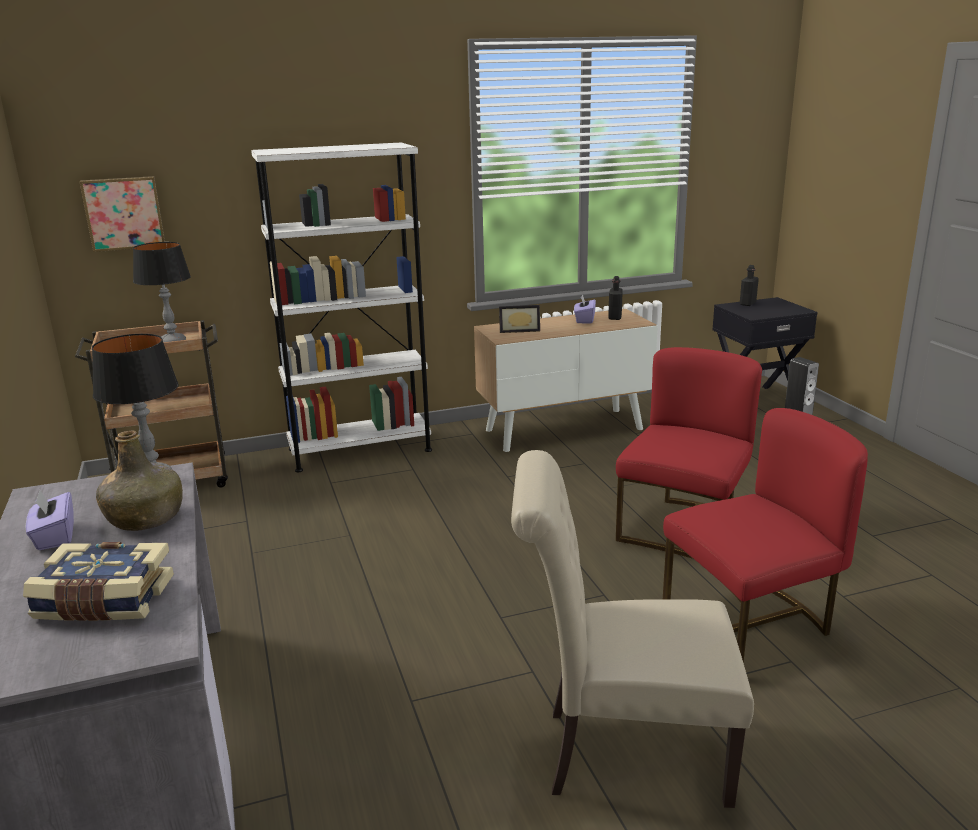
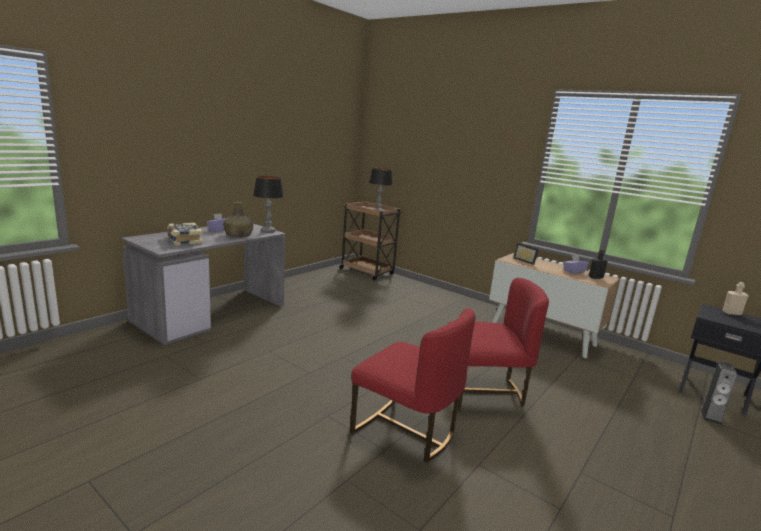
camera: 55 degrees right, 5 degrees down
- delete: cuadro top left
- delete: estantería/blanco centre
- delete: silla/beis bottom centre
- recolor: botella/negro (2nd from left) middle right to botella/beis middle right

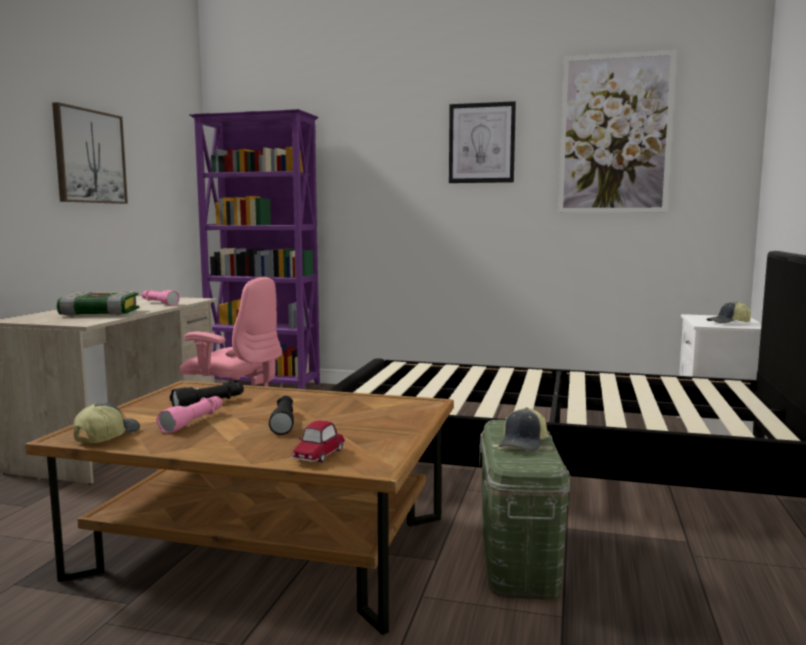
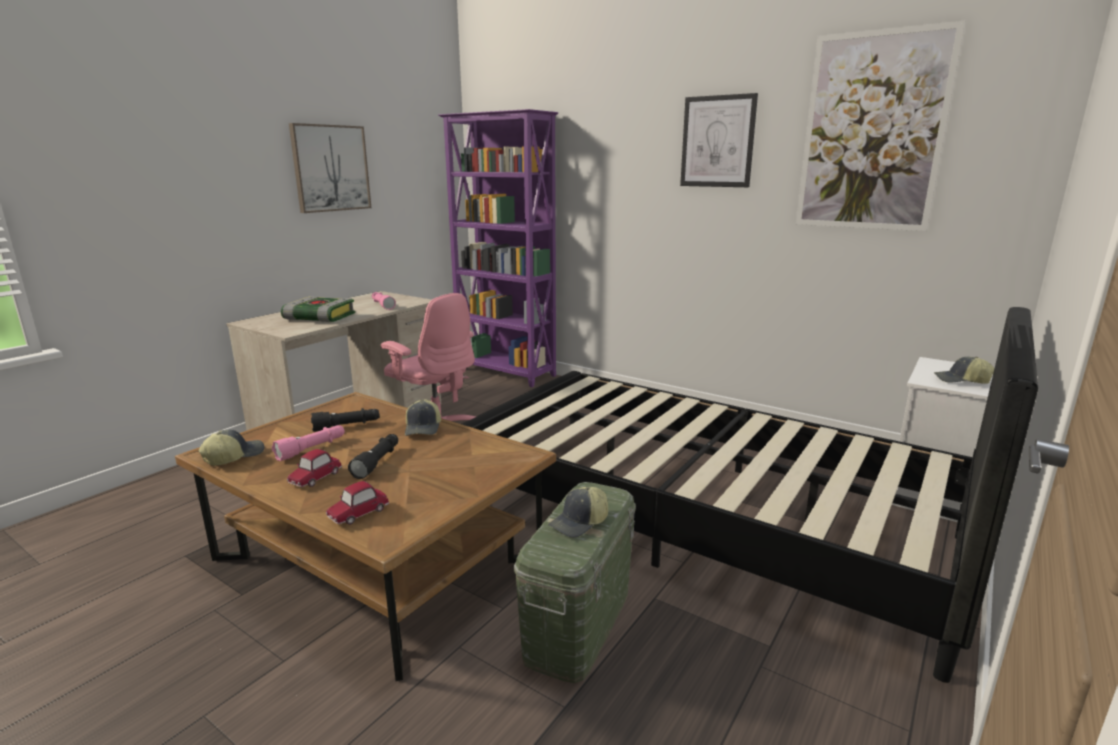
camera: 20 degrees right, 10 degrees up
- insert: coche de juguete (1st from left) middle left
- insert: gorra (2nd from left) centre

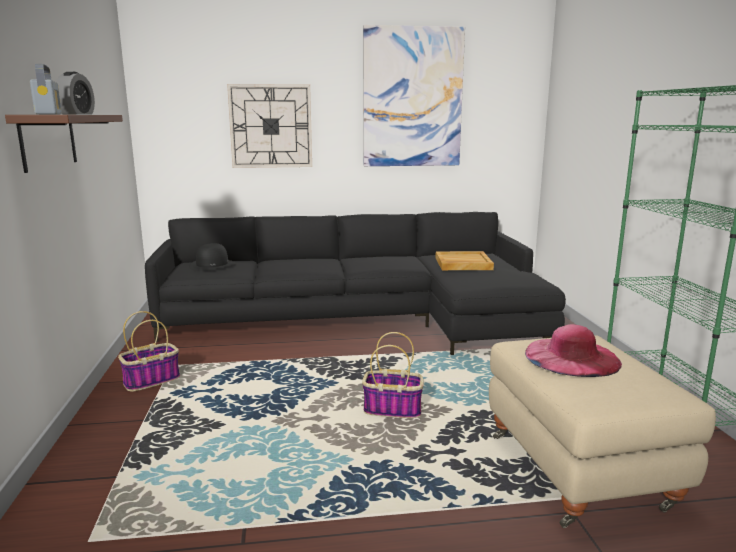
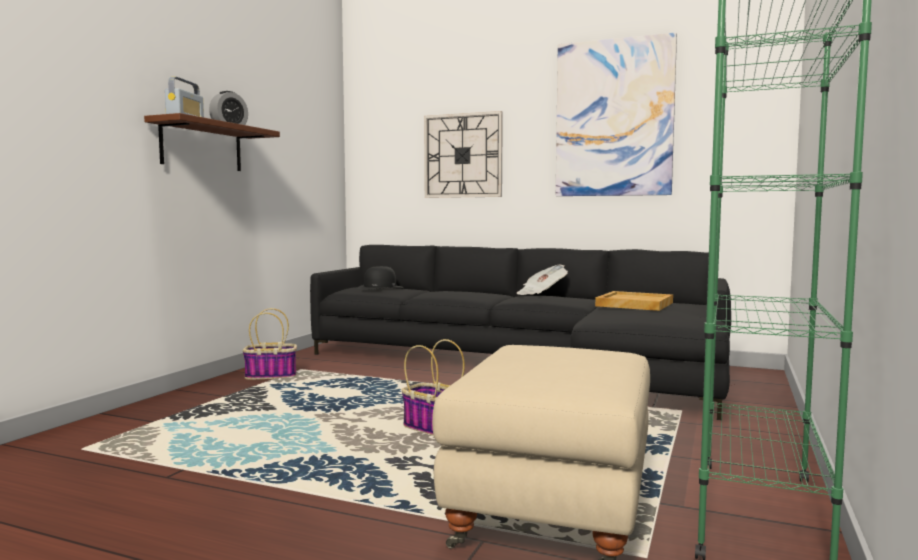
camera: 30 degrees right, 10 degrees down
- delete: sombrero/rosa middle right
- insert: periódico centre

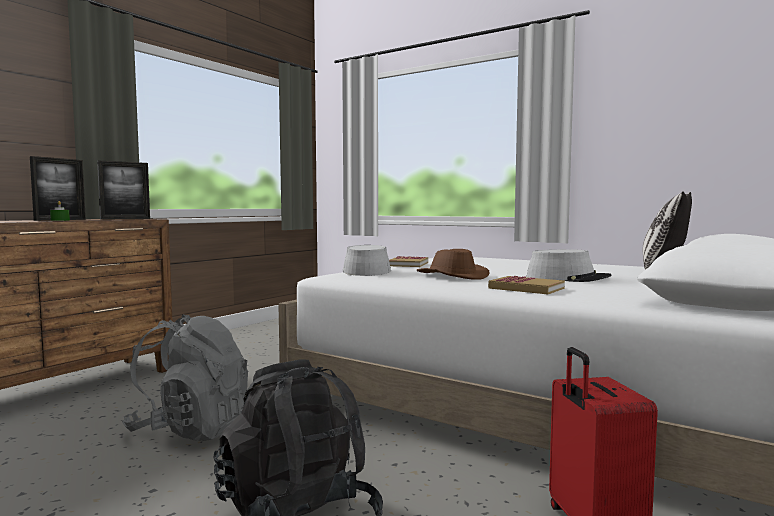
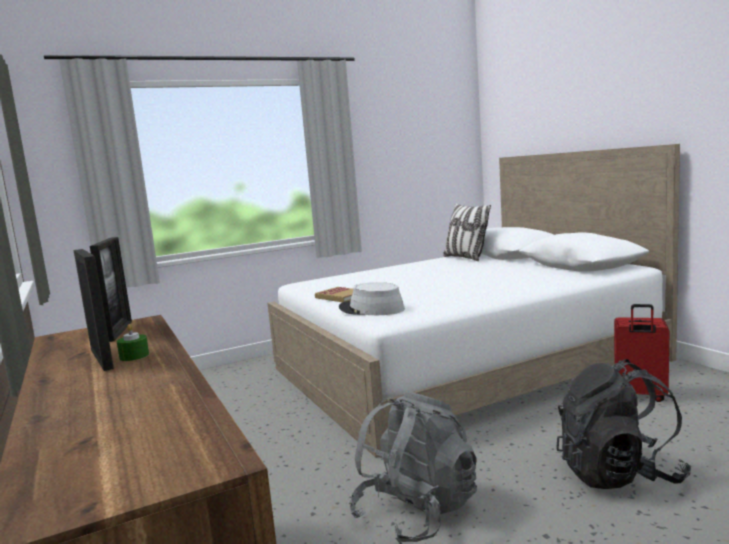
camera: 60 degrees left, 5 degrees up
- delete: sombrero/marrón centre
- delete: libro (2nd from left) middle right
- delete: sombrero/gris (2nd from left) middle right

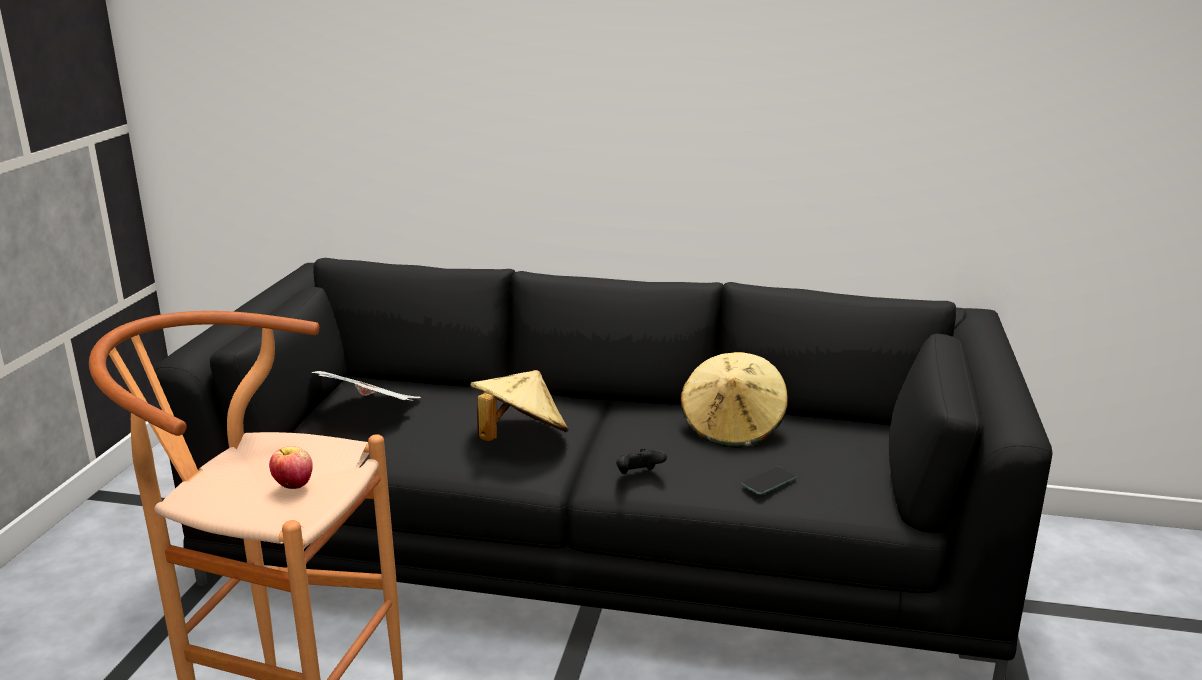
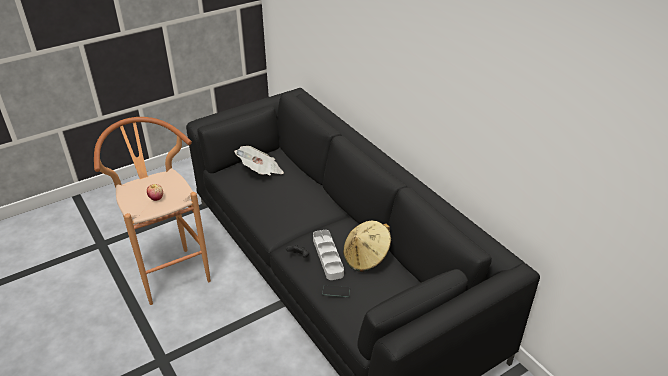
camera: 45 degrees right, 15 degrees up
- delete: sombrero/beis (1st from left) centre
- insert: bandeja/gris bottom centre

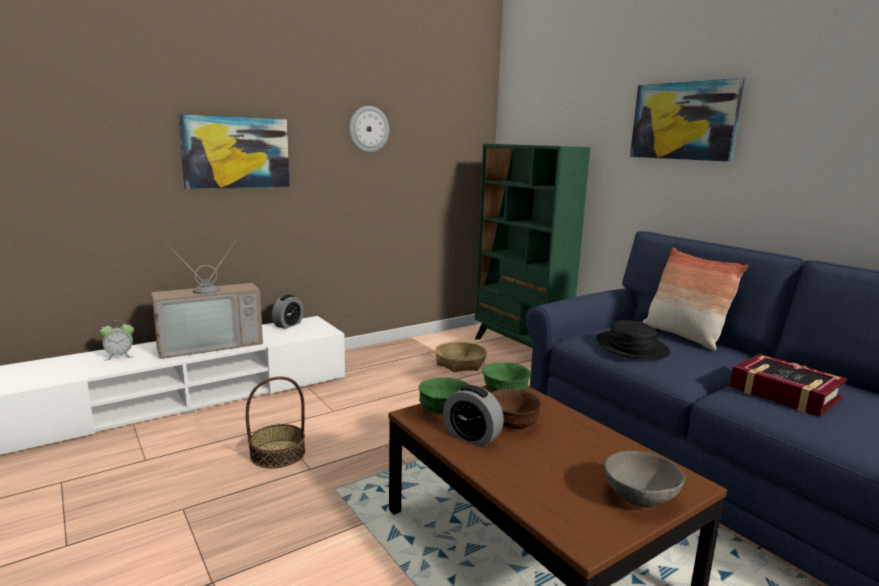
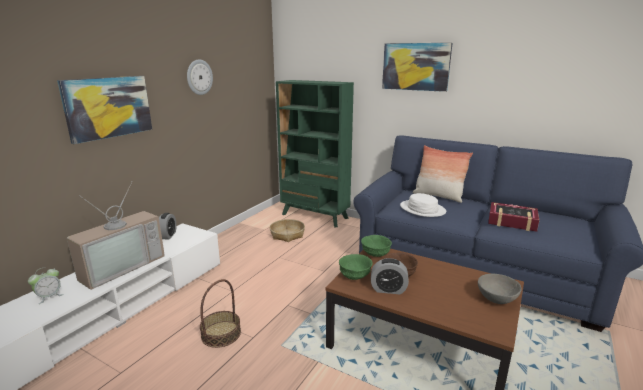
camera: 25 degrees left, 5 degrees up
- recolor: sombrero/negro middle right to sombrero/blanco centre

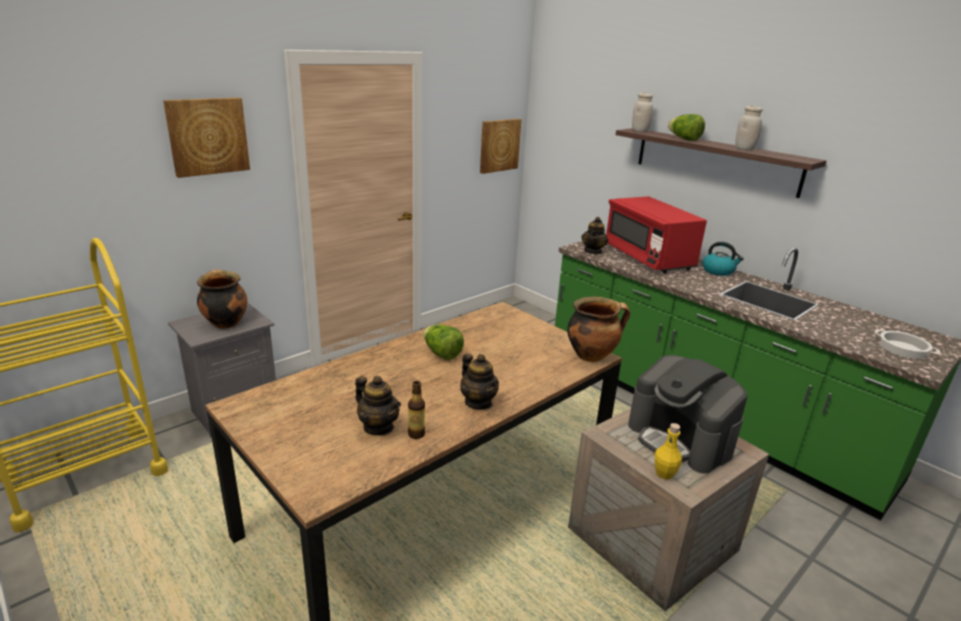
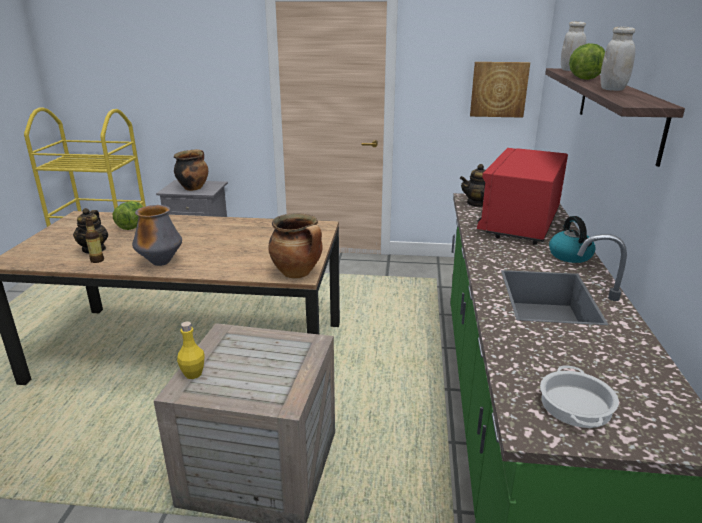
camera: 50 degrees right, 0 degrees up
- delete: cuadro (1st from left) top left
- move: lechuga (1st from left) centre to middle left
- replace: tetera (2nd from left) centre to florero middle left
- delete: cafetera bottom right

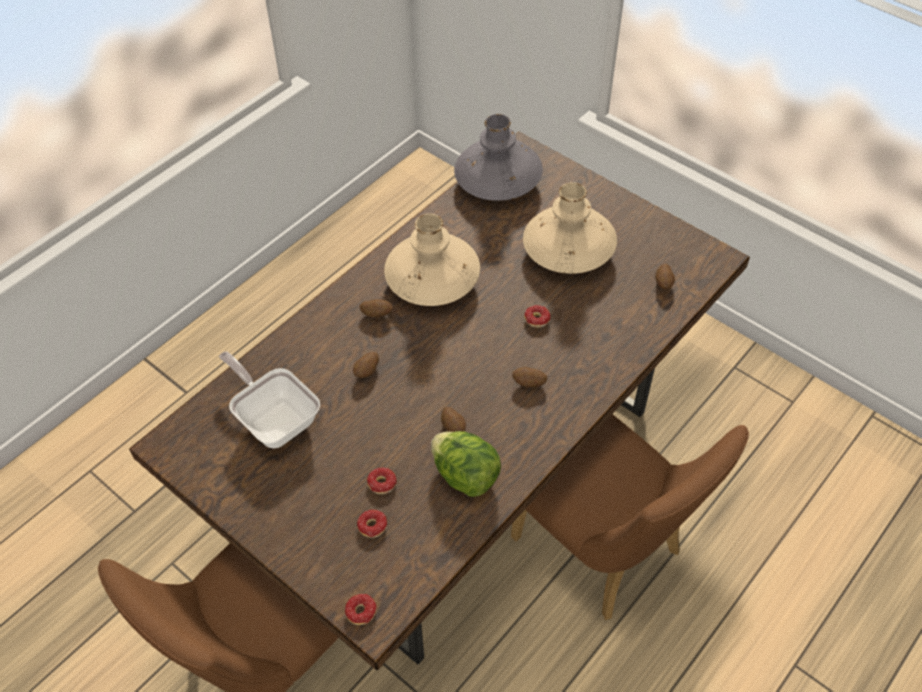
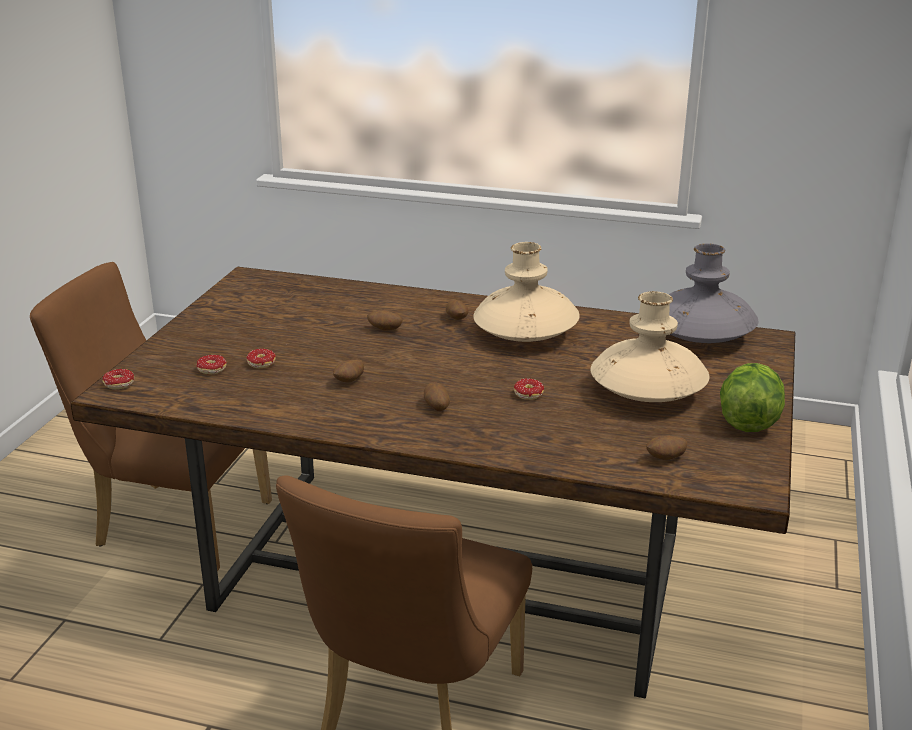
camera: 65 degrees right, 25 degrees down
- delete: sartén middle left
- move: lechuga bottom centre to middle right

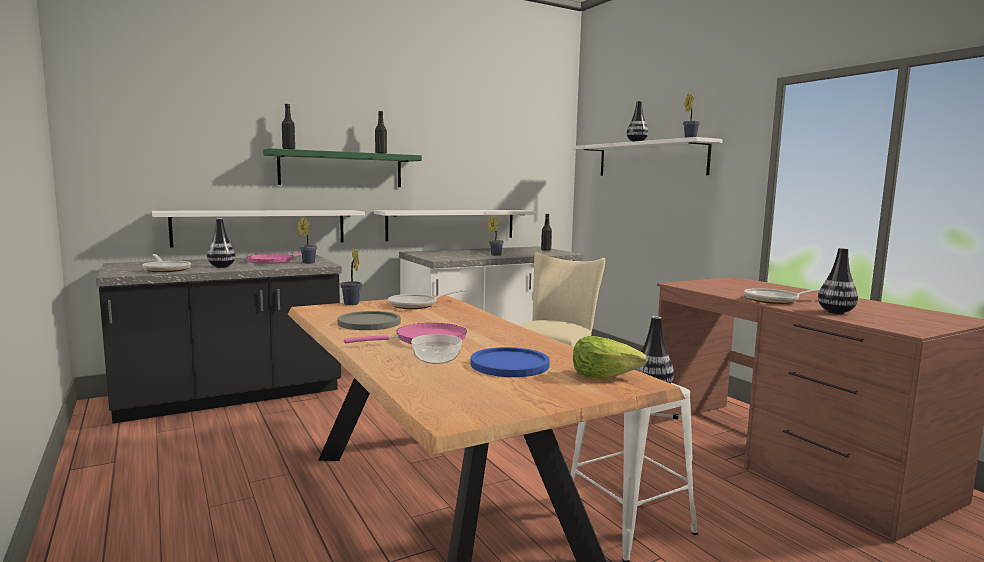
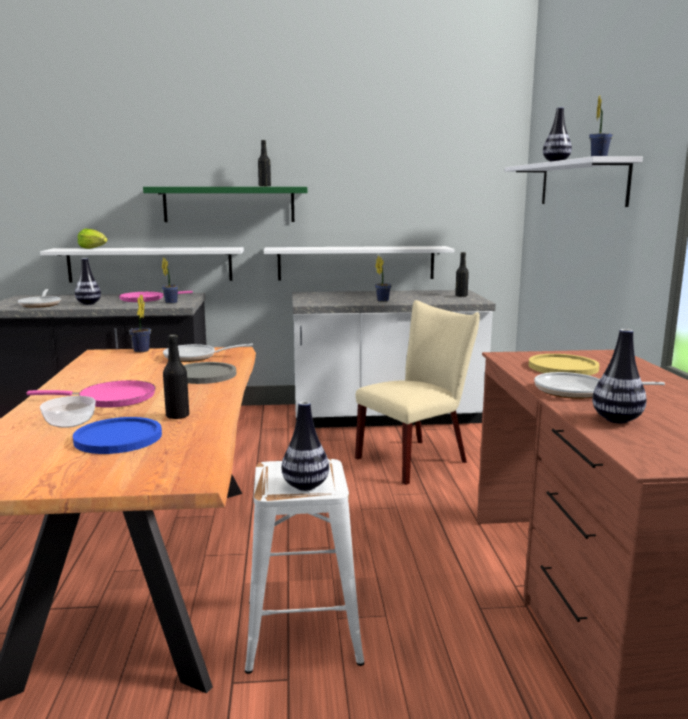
camera: 25 degrees right, 5 degrees up
- move: botella/negro (1st from left) top left to middle left
- move: plato/gris centre to middle left
- move: lechuga centre to top left
- insert: plato/amarillo middle right

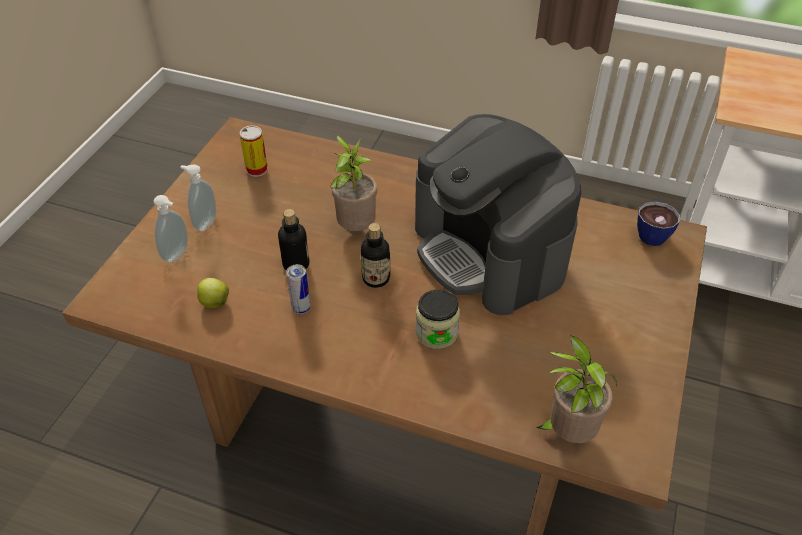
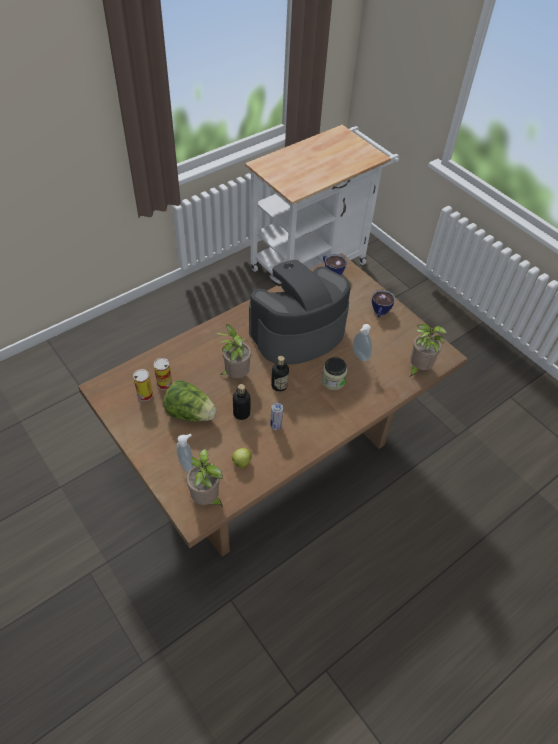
camera: 60 degrees left, 5 degrees up
- move: dispensador de jabón (2nd from left) middle left to centre
- rotate: cafetera centre = centre 150 degrees clockwise
- insert: lata (2nd from left) middle left
- insert: lechuga centre
- insert: planta en maceta (1st from left) centre
- insert: taza (2nd from left) middle right

